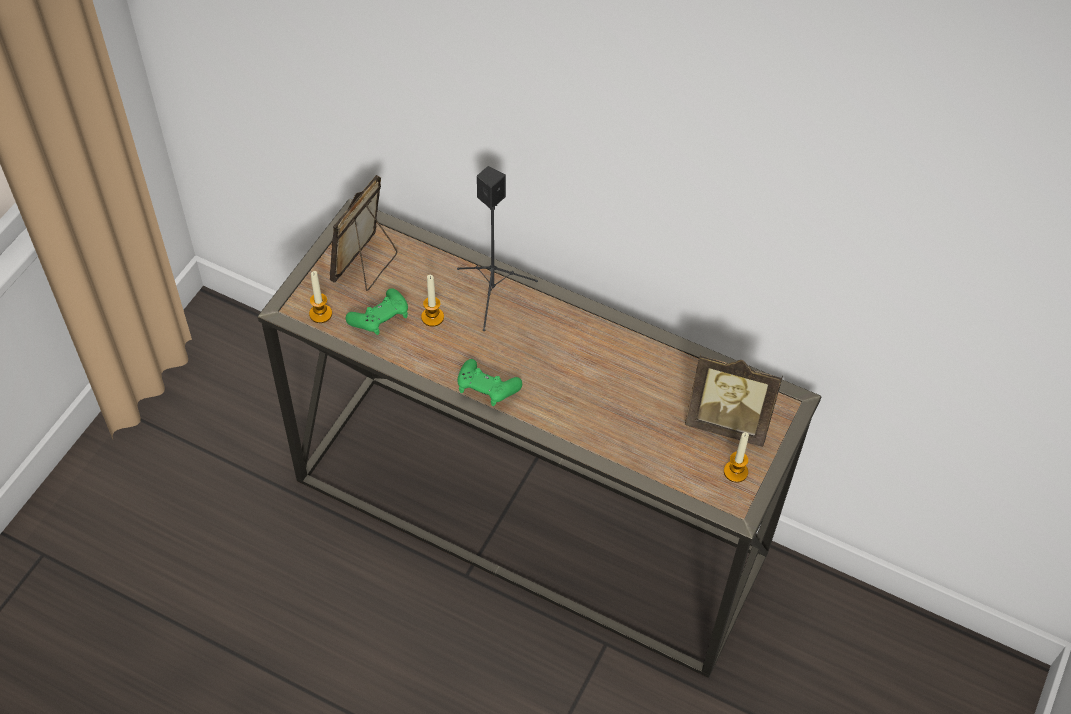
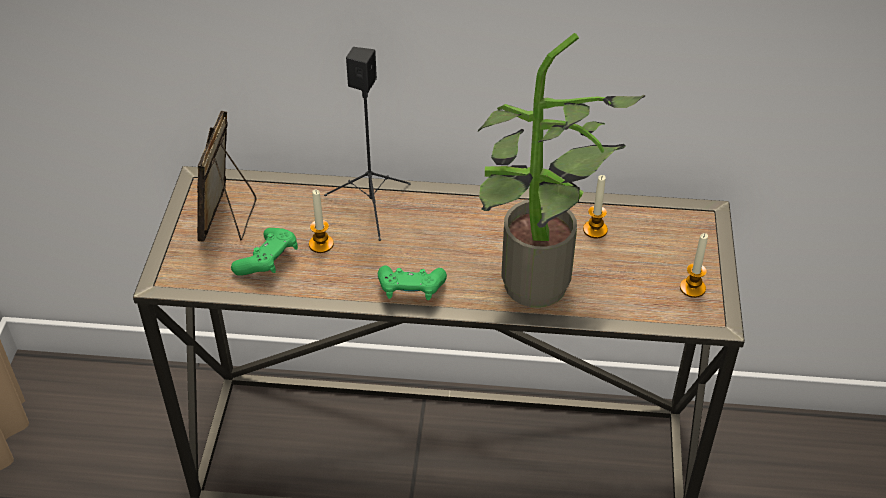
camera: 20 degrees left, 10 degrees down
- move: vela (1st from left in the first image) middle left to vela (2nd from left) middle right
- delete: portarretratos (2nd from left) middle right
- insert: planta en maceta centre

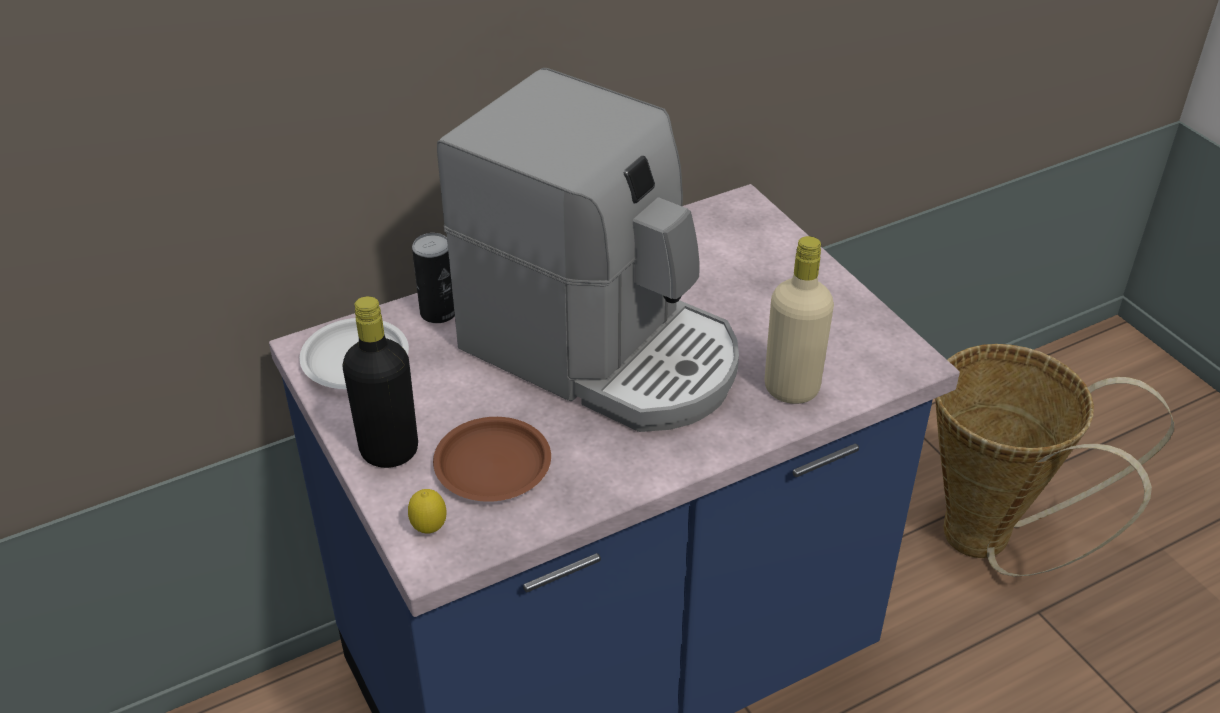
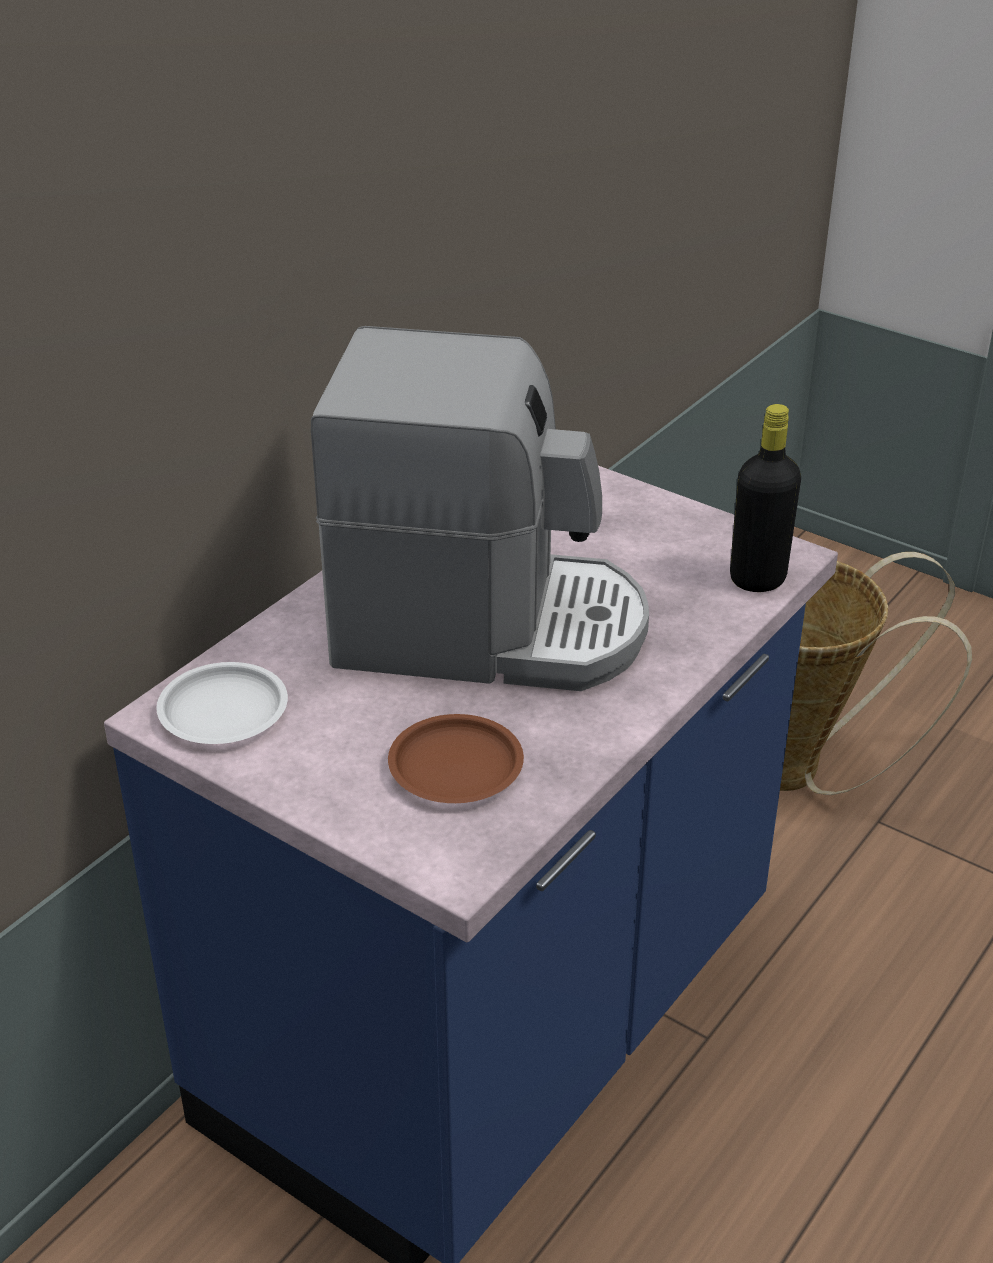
camera: 25 degrees left, 5 degrees down
- move: botella/negro middle left to middle right
- delete: limón bottom centre
- delete: lata centre
- delete: botella/beis centre

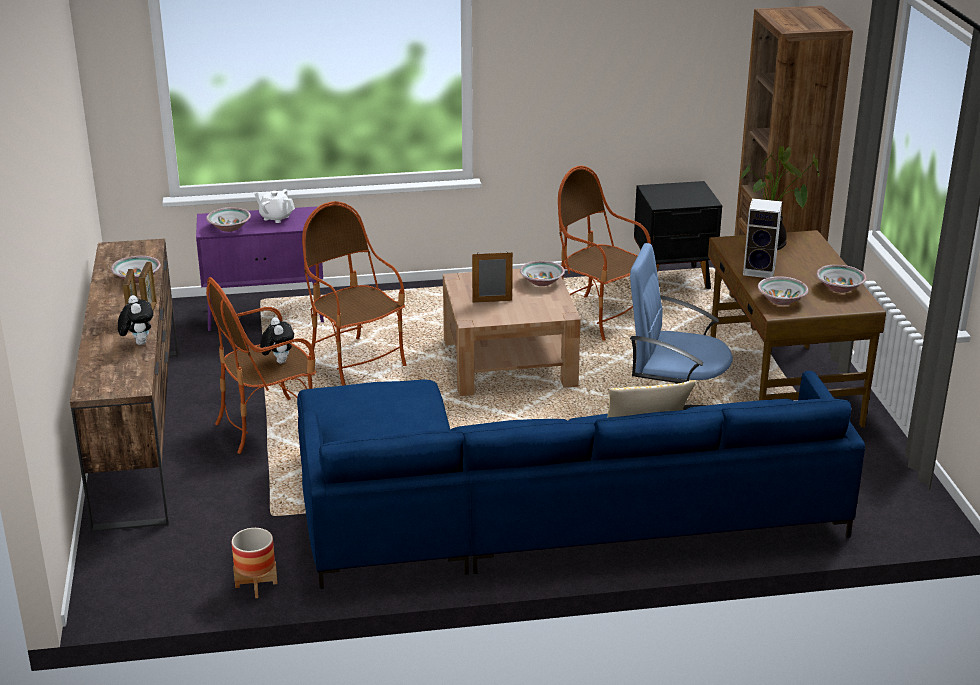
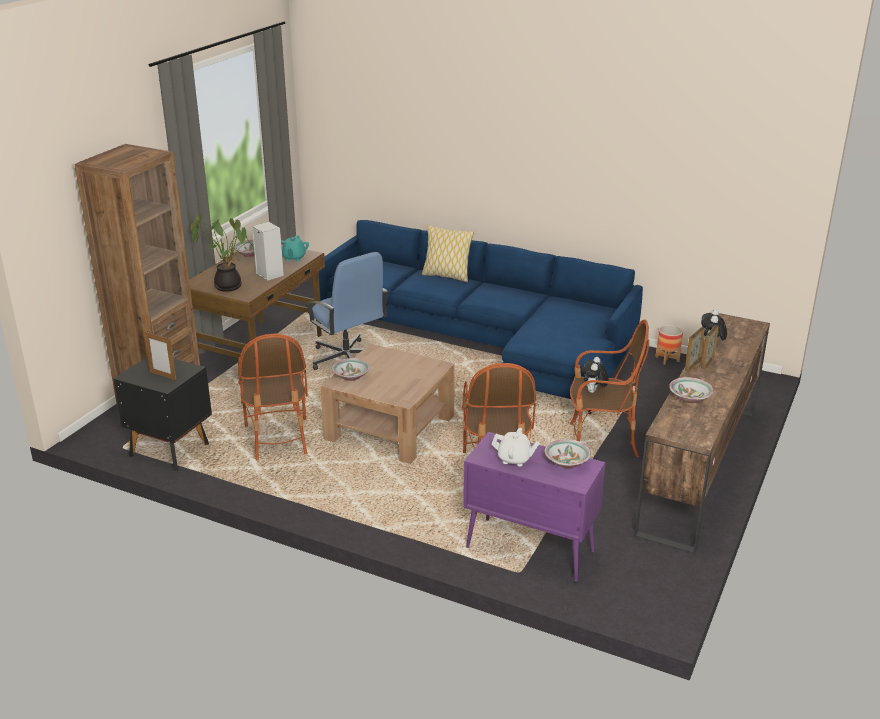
camera: 145 degrees left, 0 degrees up
- rotate: tetera/blanco top left = centre 45 degrees counterclockwise
- move: portarretratos (3rd from left in the first image) centre to portarretratos (1st from left) middle left
- replace: cuenco (4th from left) middle right to tetera/turquesa centre

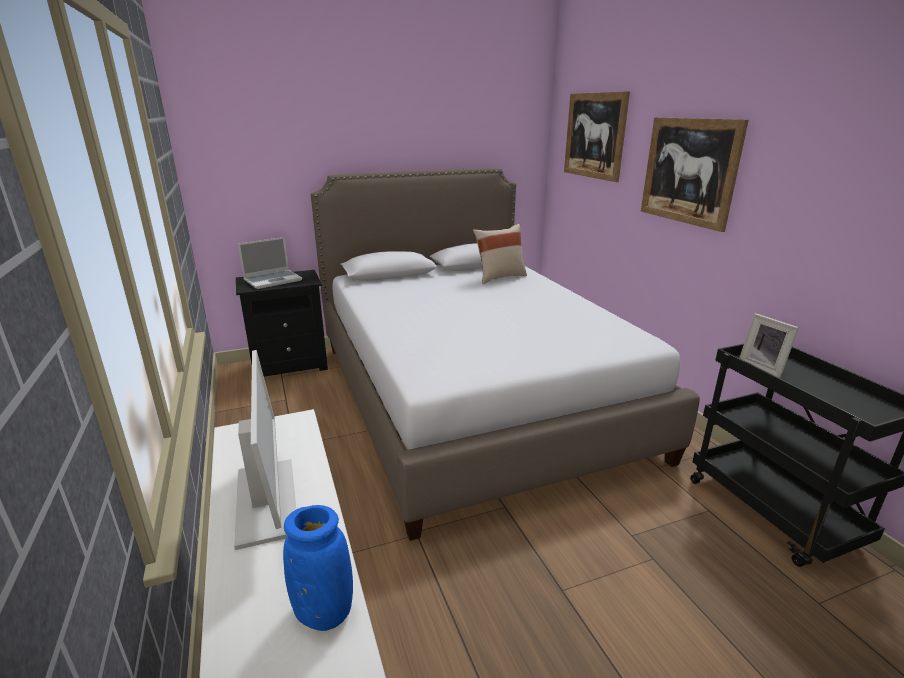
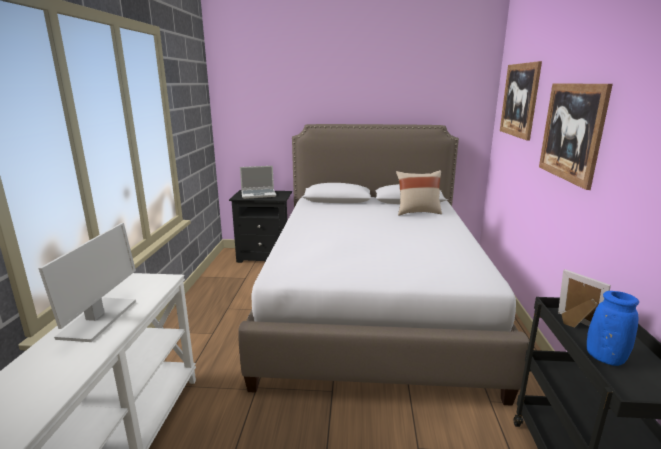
camera: 25 degrees right, 5 degrees down
- move: florero/azul bottom centre to bottom right
- rotate: portarretratos middle right = middle right 150 degrees clockwise

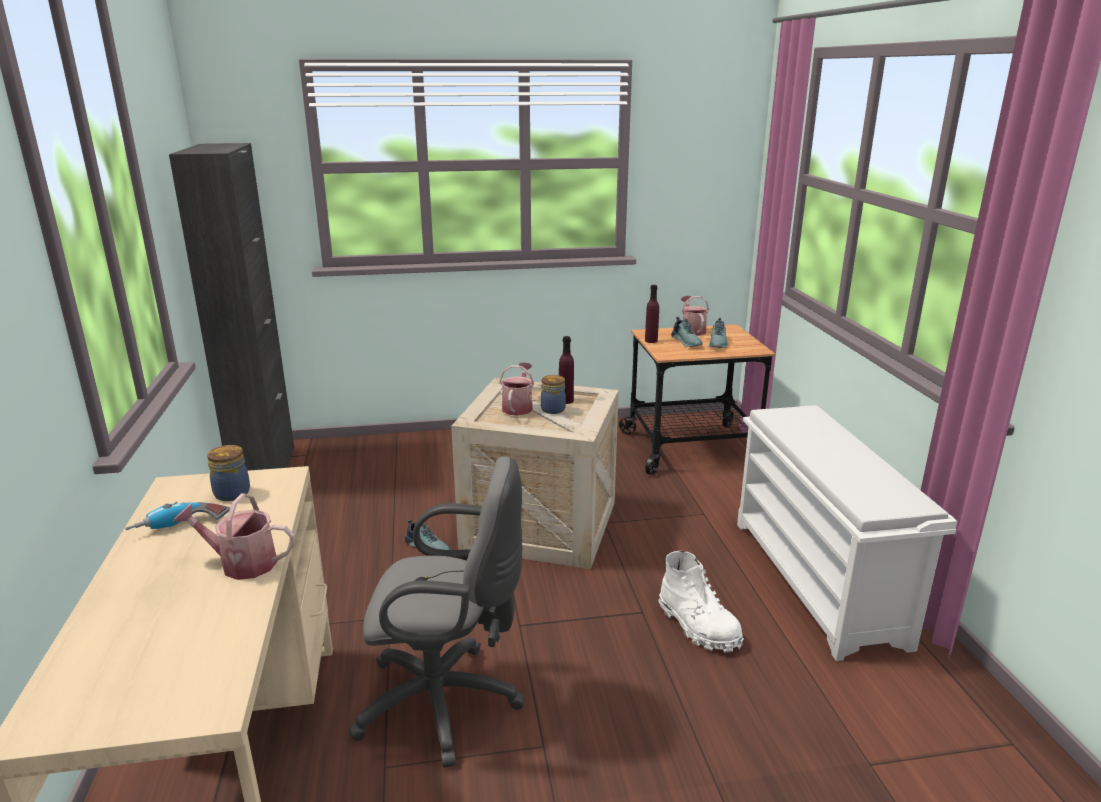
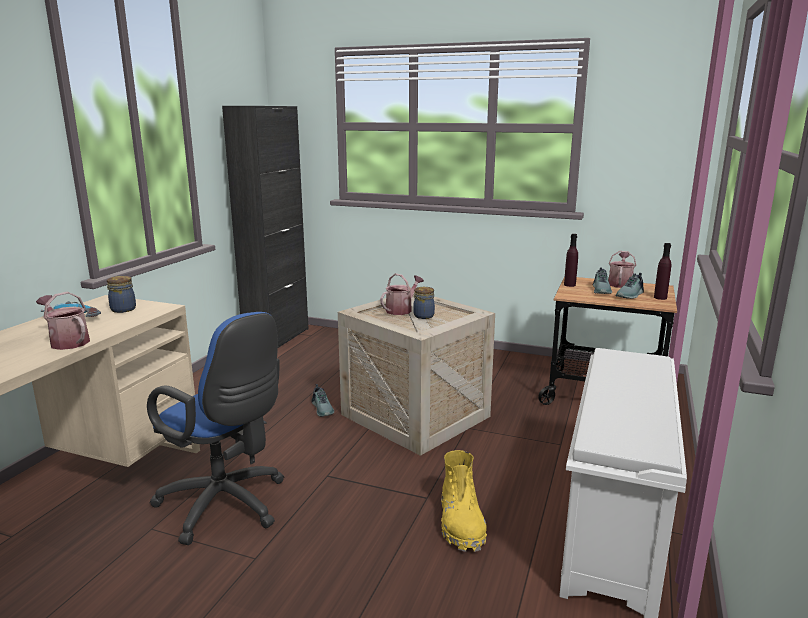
camera: 30 degrees right, 5 degrees down
- recolor: silla de oficina/gris bottom centre to silla de oficina/azul bottom left
- move: botella/morado (1st from left in the first image) centre to botella/morado (2nd from left) middle right
- recolor: bota/blanco bottom centre to bota/amarillo bottom centre

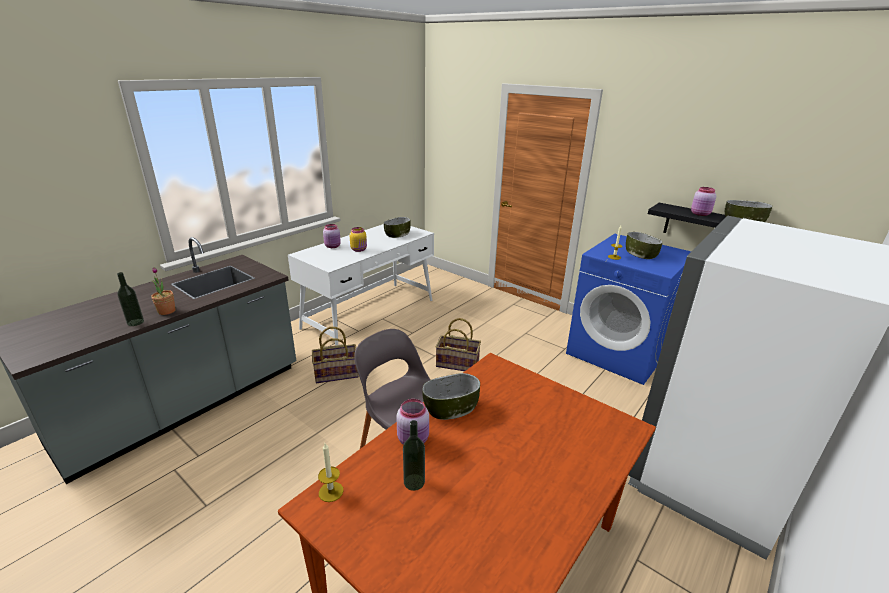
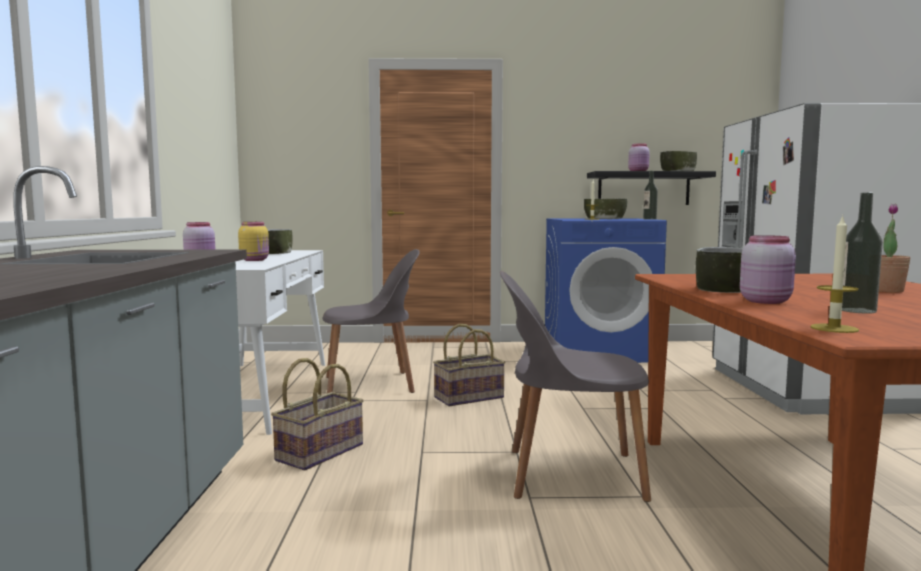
camera: 40 degrees left, 20 degrees down
- move: botella (1st from left) middle left to middle right
- move: planta en maceta middle left to middle right
- insert: silla/gris (1st from left) centre

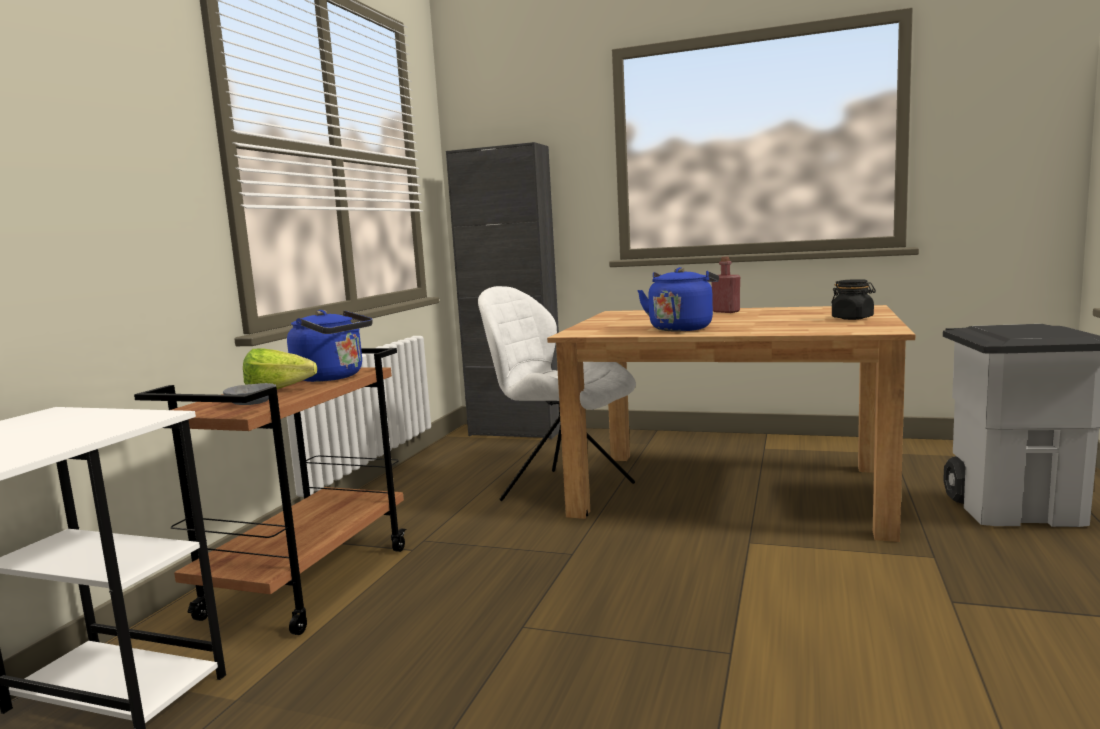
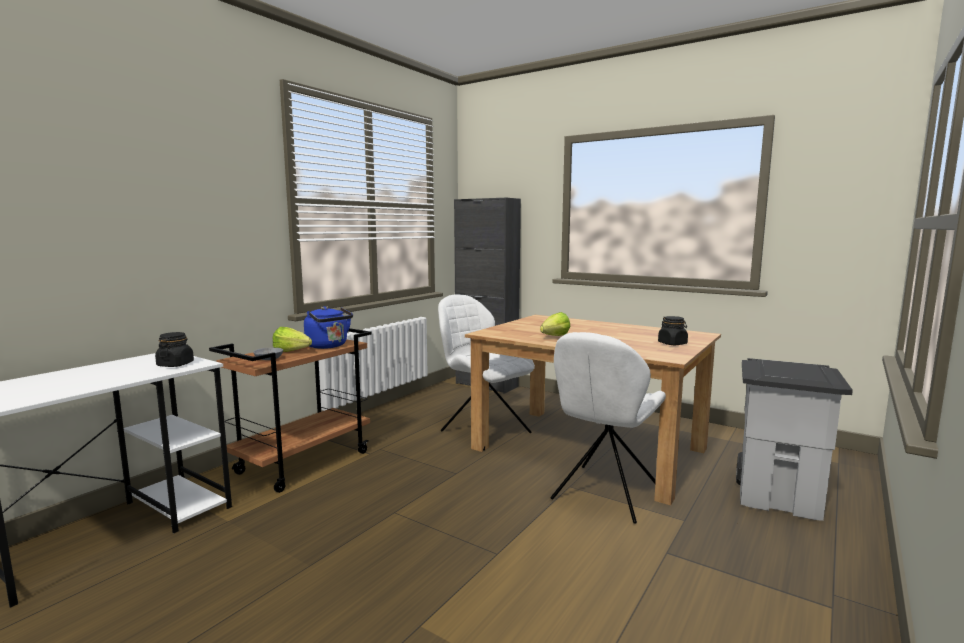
camera: 15 degrees right, 0 degrees up
- replace: hervidor/azul (2nd from left) centre to lechuga (2nd from left) centre
- delete: botella/rojo centre
- insert: tarro/negro (1st from left) middle left
- insert: silla/blanco (2nd from left) centre

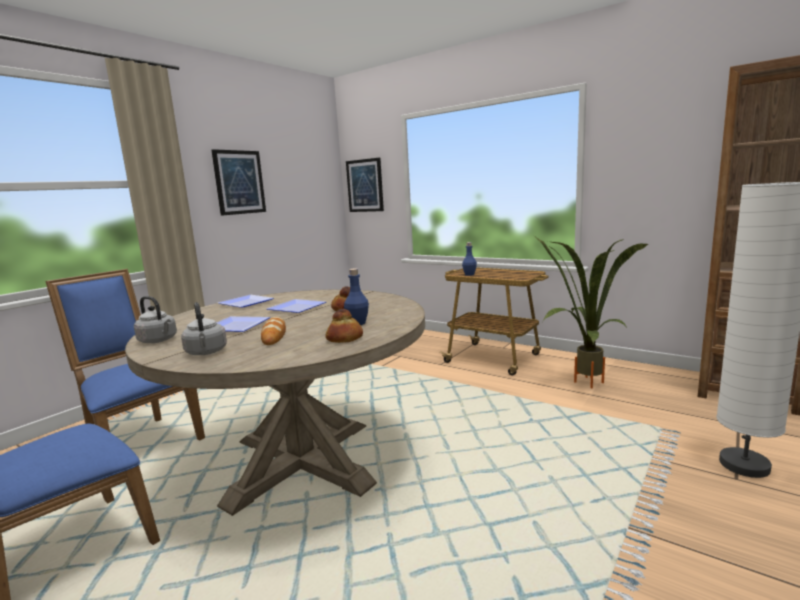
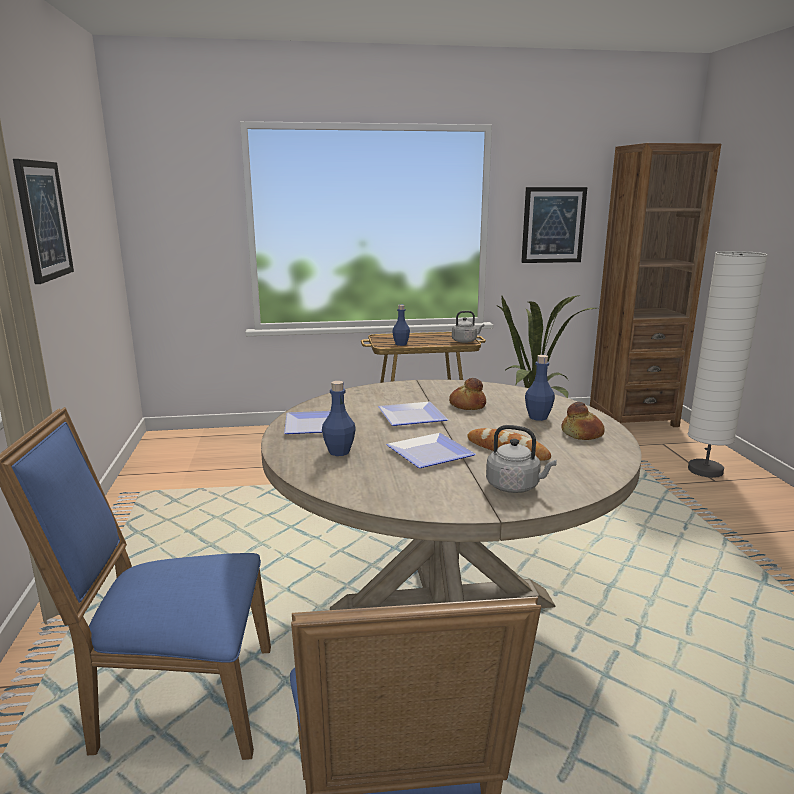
camera: 45 degrees left, 5 degrees up
- move: hervidor/gris (1st from left) middle left to centre
- move: cuadro (2nd from left) top centre to top right
- insert: botella/azul (1st from left) centre

